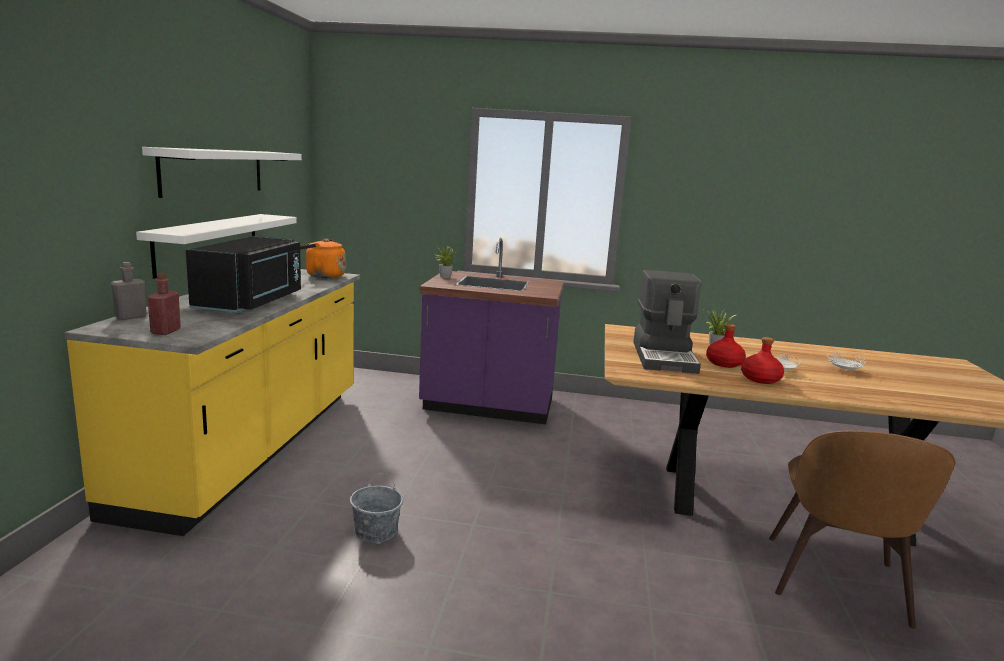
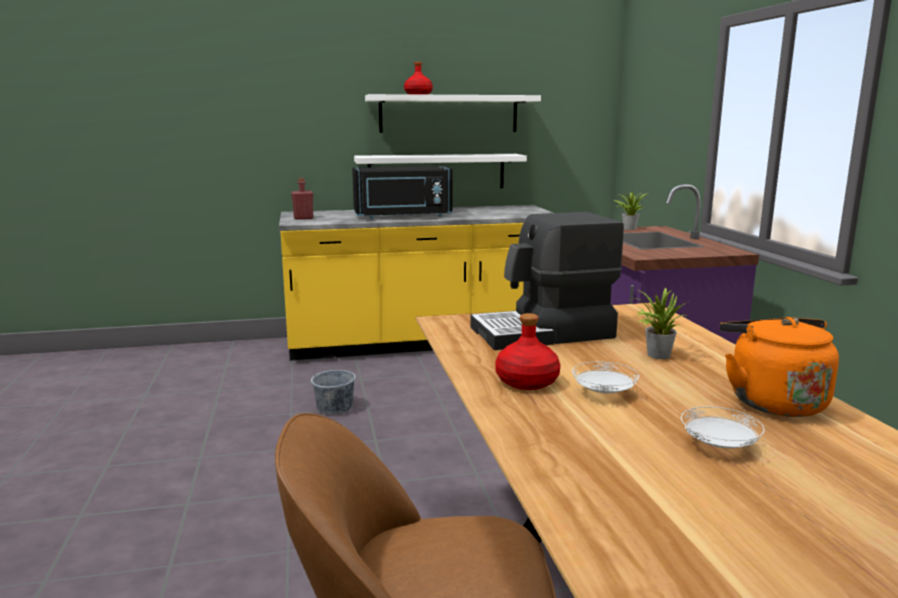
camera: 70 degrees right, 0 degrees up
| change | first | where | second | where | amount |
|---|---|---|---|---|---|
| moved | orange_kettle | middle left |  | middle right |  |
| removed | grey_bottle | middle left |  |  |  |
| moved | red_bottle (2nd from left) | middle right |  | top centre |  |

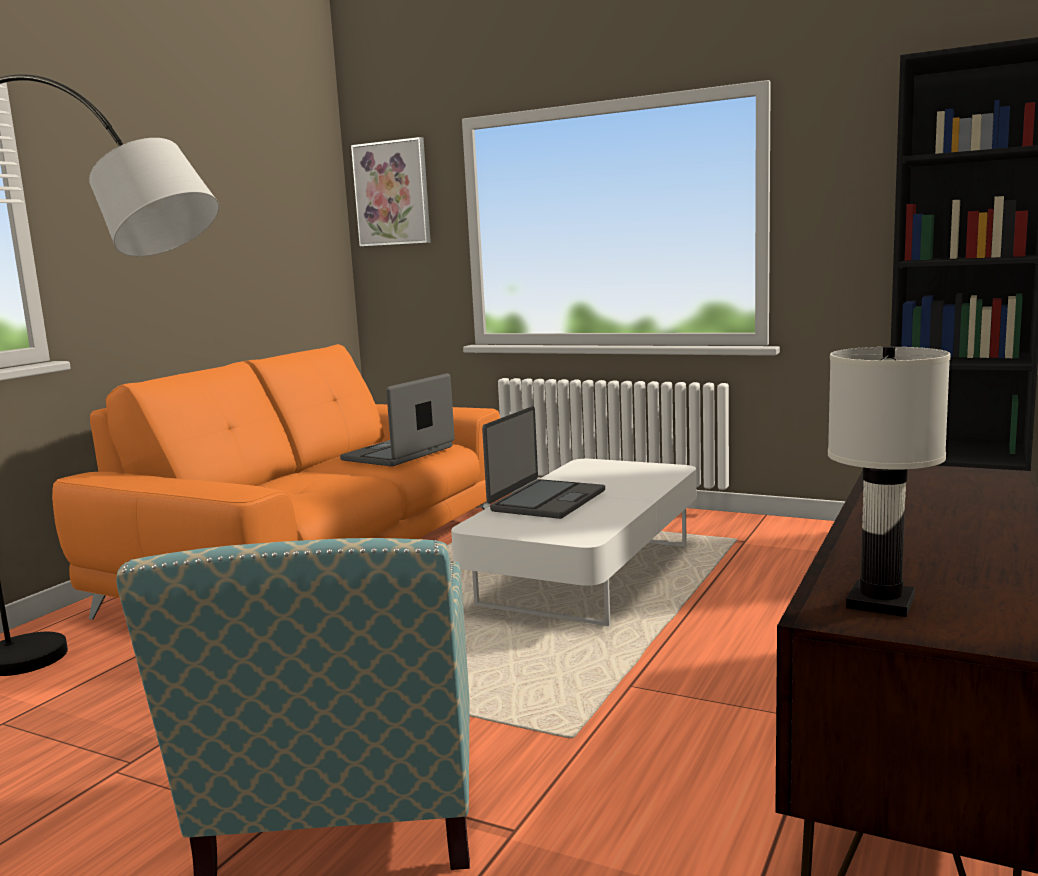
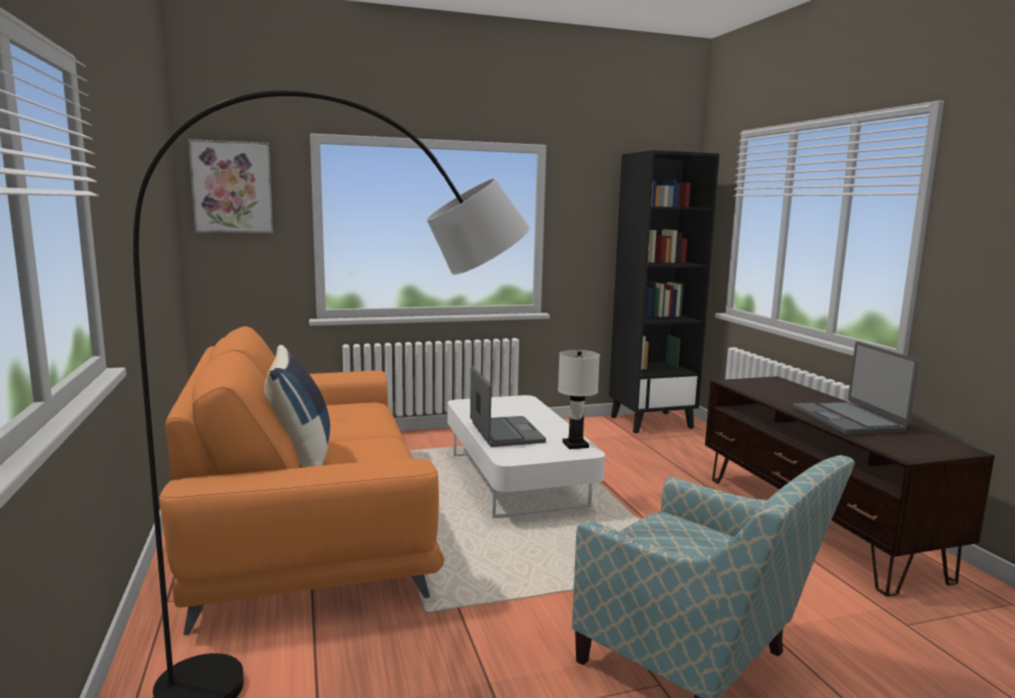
camera: 45 degrees left, 0 degrees up
| change | first | where | second | where | amount |
|---|---|---|---|---|---|
| moved | white_table_lamp | middle right |  | centre |  |
| moved | laptop (1st from left in the first image) | centre | laptop (2nd from left) | middle right |  |
| added |  |  | blue_pillow | middle left |  |

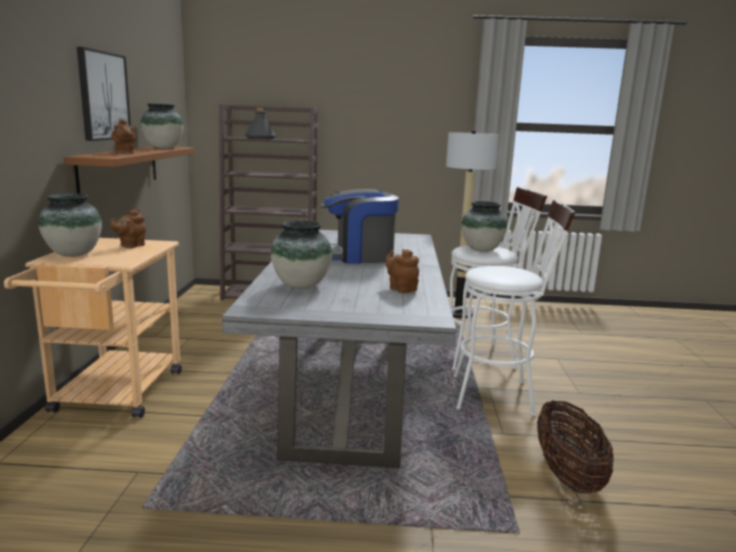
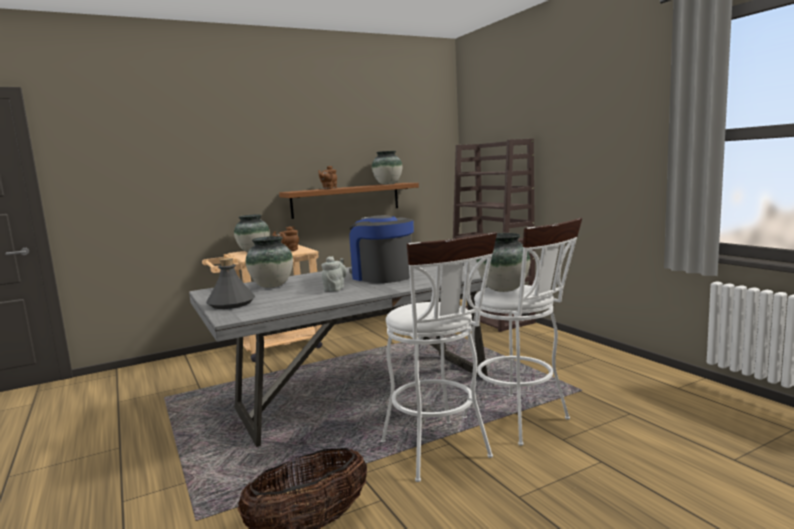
camera: 60 degrees right, 5 degrees down
| change | first | where | second | where | amount |
|---|---|---|---|---|---|
| removed | picture | top left |  |  |  |
| moved | grey_bottle | top centre |  | middle left |  |
| removed | floor_lamp | centre |  |  |  |
| removed | brown_teapot (3rd from left) | centre |  |  |  |
| added |  |  | grey_teapot | centre |  |

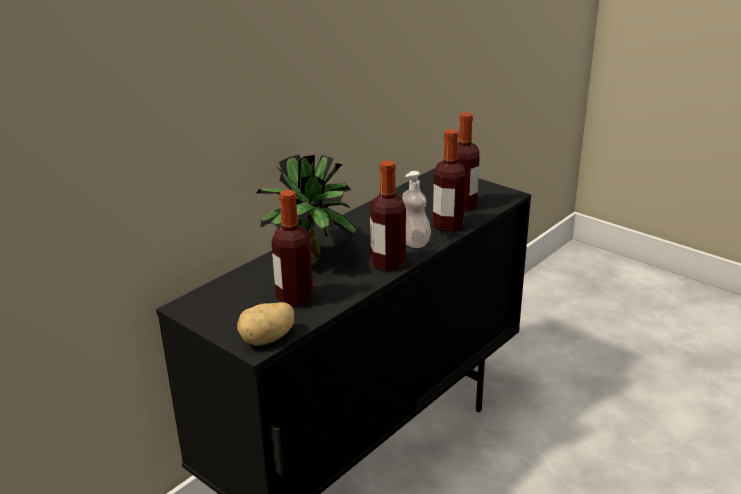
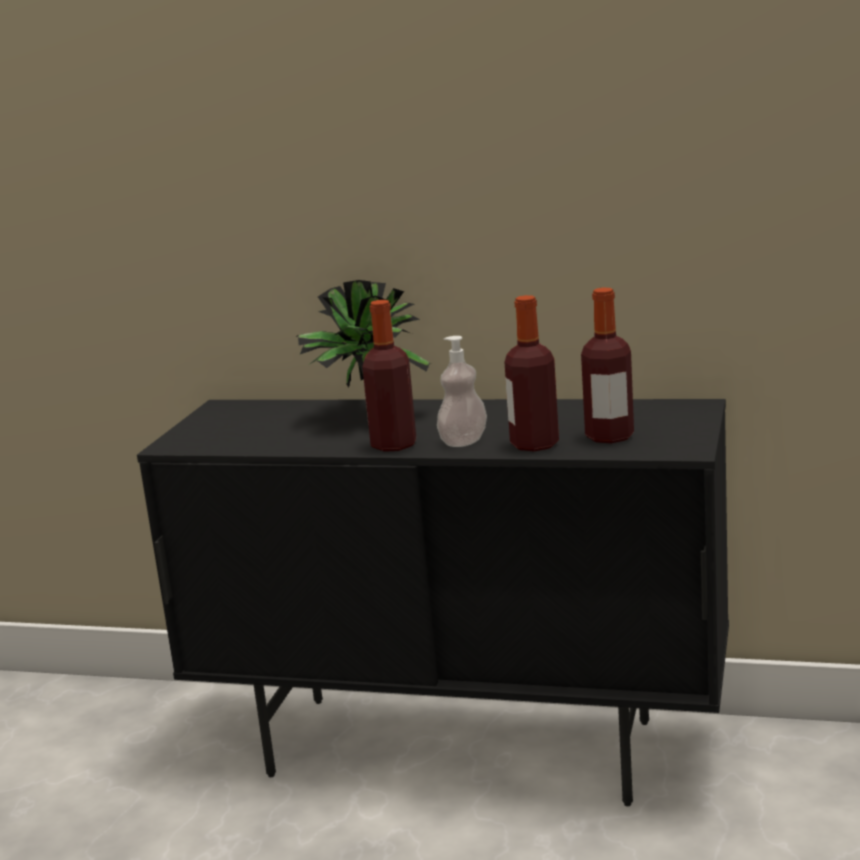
camera: 65 degrees right, 10 degrees down
| change | first | where | second | where | amount |
|---|---|---|---|---|---|
| removed | bottle (1st from left) | centre |  |  |  |
| removed | potato | centre |  |  |  |

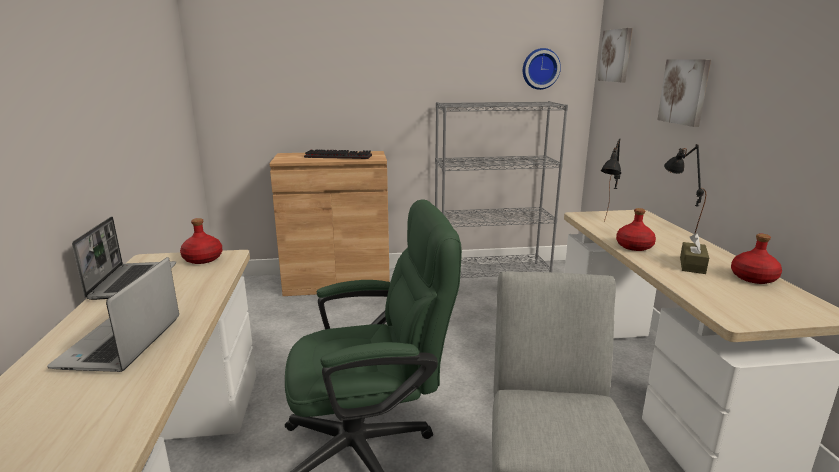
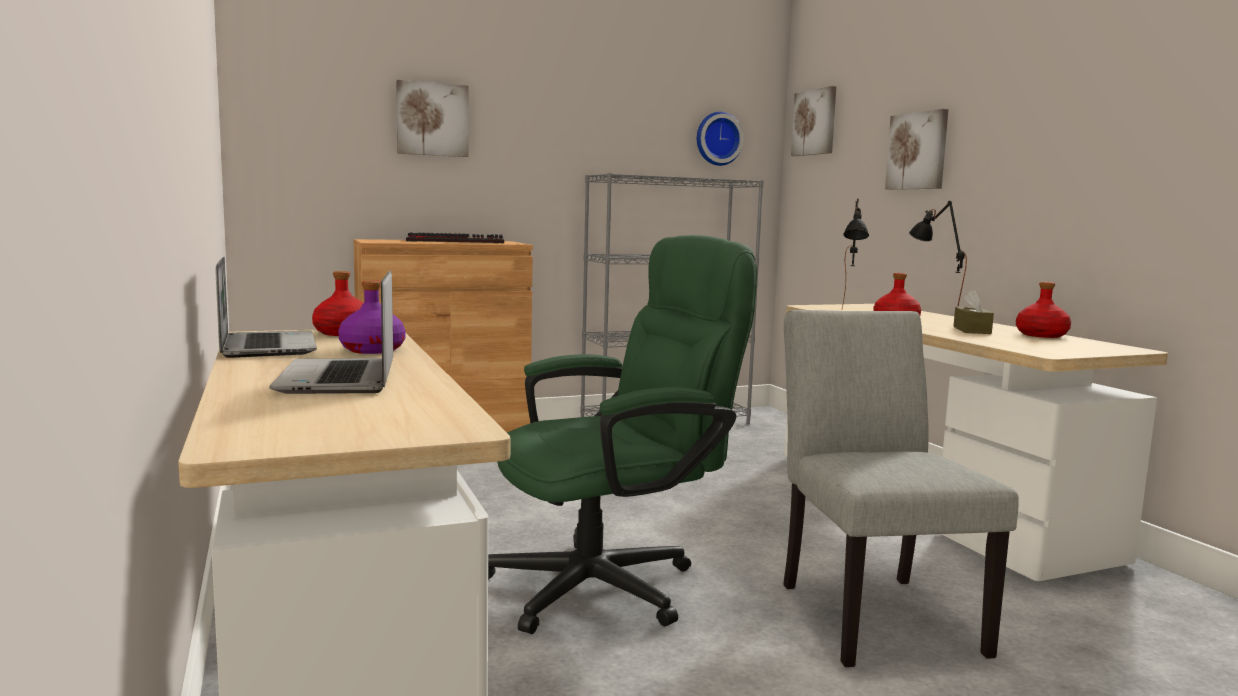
camera: 15 degrees left, 10 degrees down
| change | first | where | second | where | amount |
|---|---|---|---|---|---|
| added |  |  | picture (1st from left) | top centre |  |
| added |  |  | purple_bottle | middle left |  |

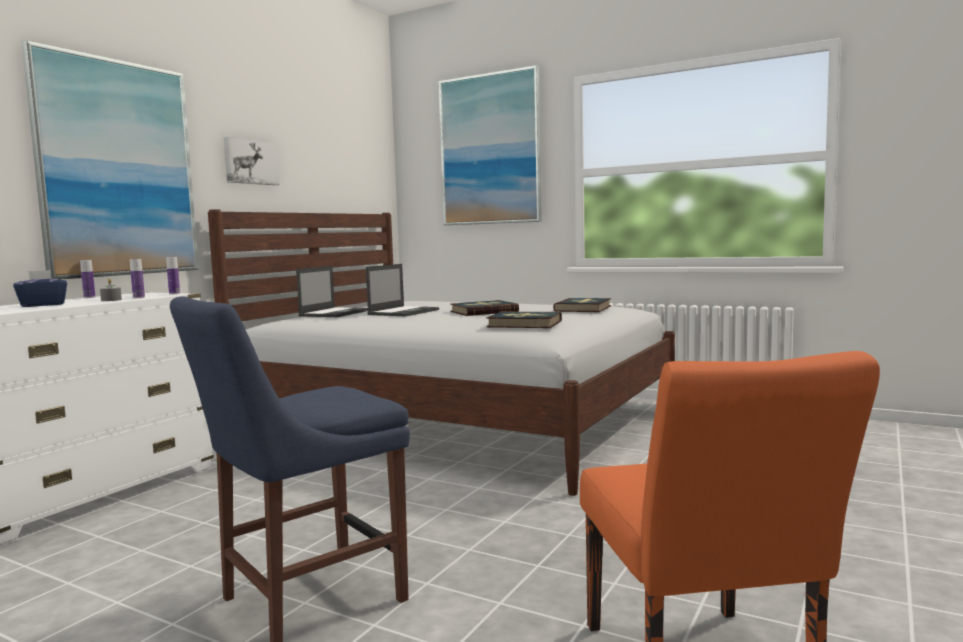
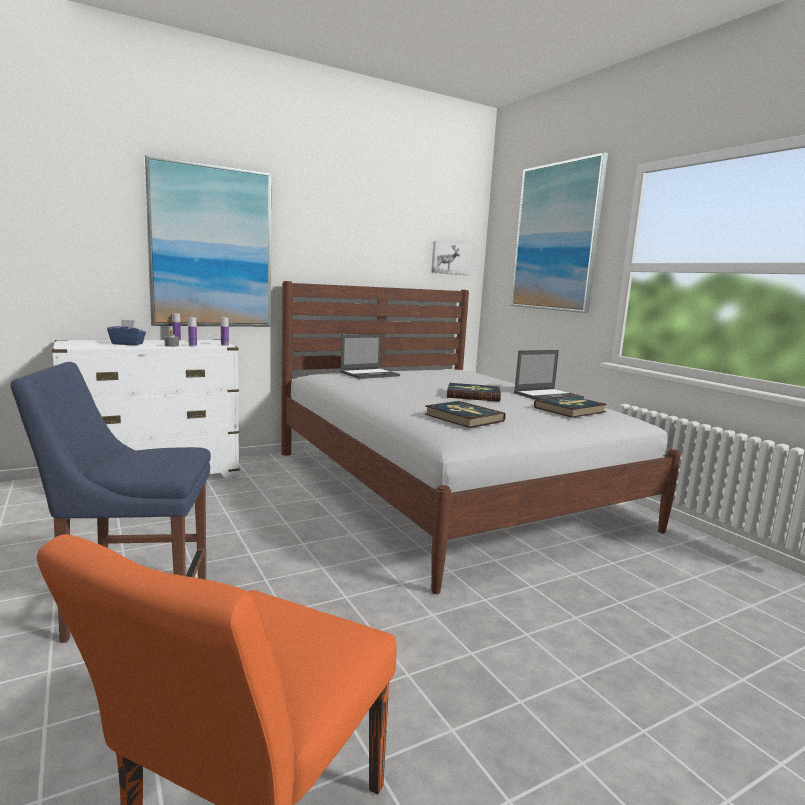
camera: 30 degrees right, 5 degrees up
| change | first | where | second | where | amount |
|---|---|---|---|---|---|
| moved | picture (2nd from left) | top left |  | top centre |  |
| moved | laptop (2nd from left) | centre |  | middle right |  |

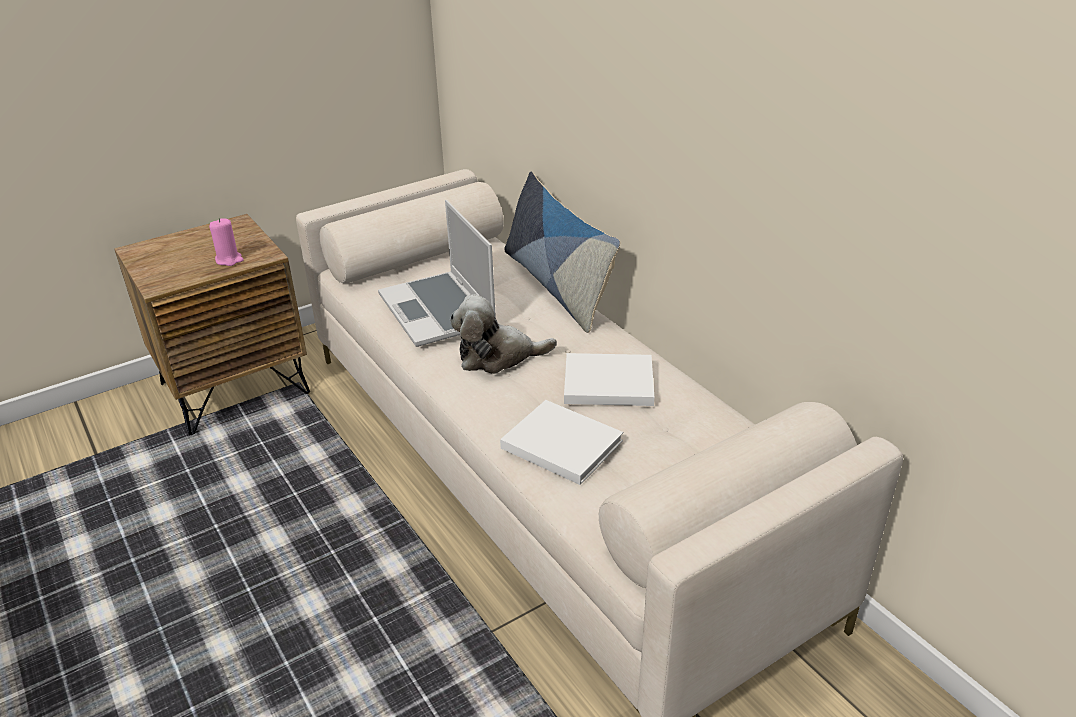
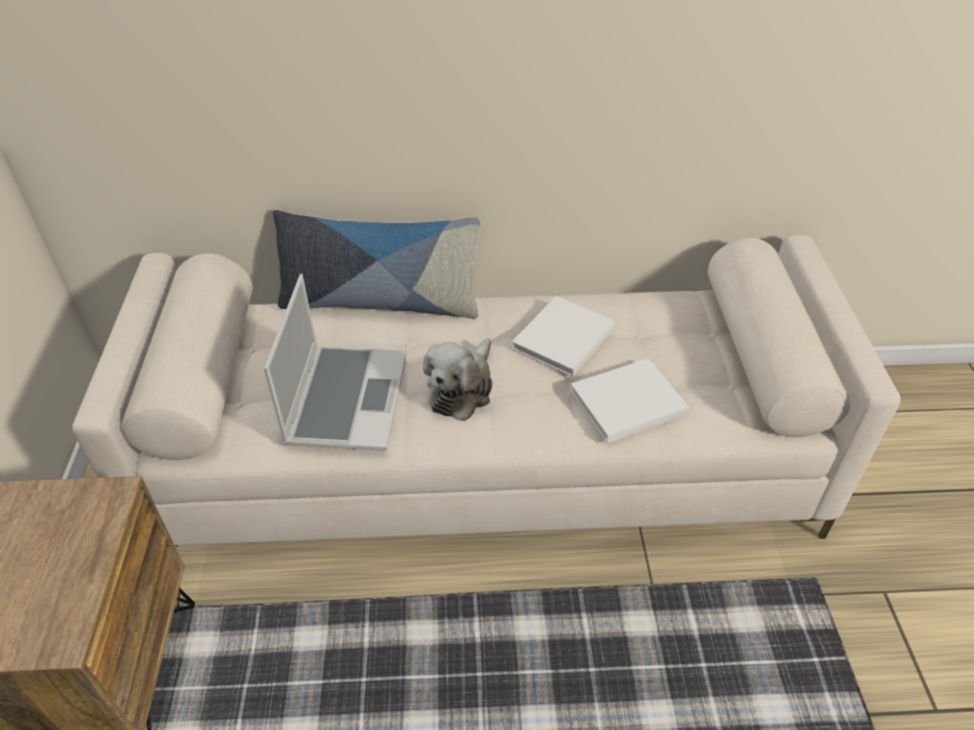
camera: 60 degrees left, 10 degrees up
| change | first | where | second | where | amount |
|---|---|---|---|---|---|
| turned | laptop | centre |  | centre | 90 degrees counterclockwise |
| removed | pink_candle | middle left |  |  |  |

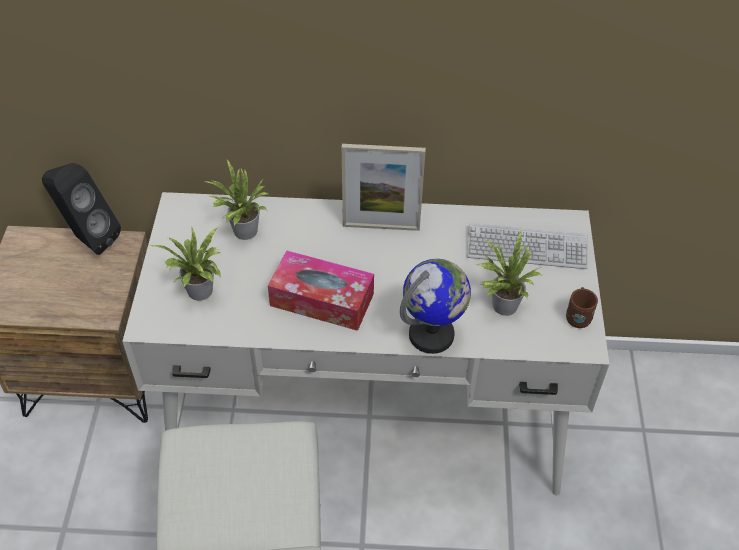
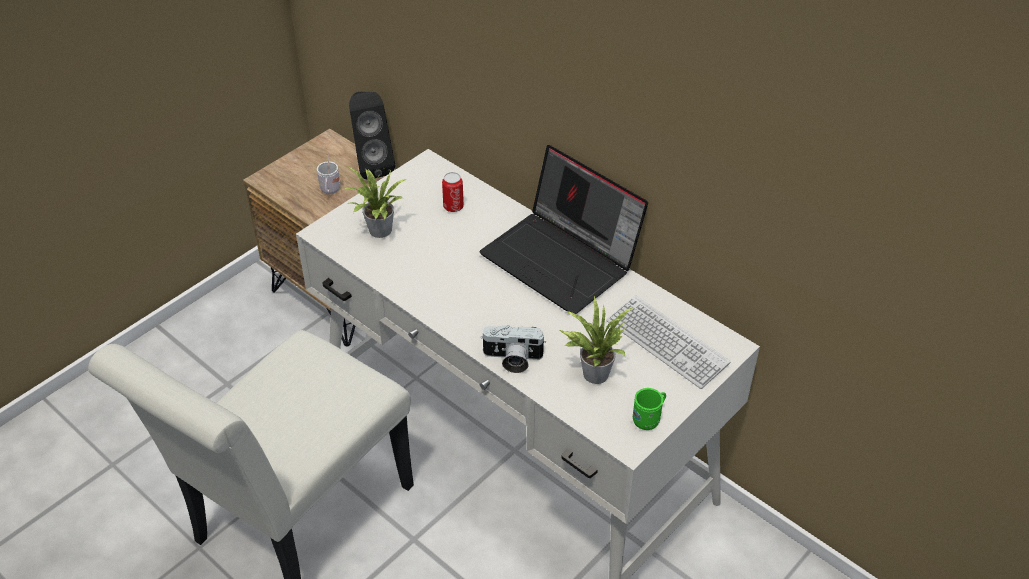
camera: 40 degrees right, 5 degrees down
| change | first | where | second | where | amount |
|---|---|---|---|---|---|
| replaced | picture_frame | centre | laptop | centre |  |
| replaced | potted_plant (2nd from left) | middle left | can | top centre |  |
| removed | tissue_box | centre |  |  |  |
| replaced | globe | centre | photo_camera | centre |  |
| recoloured | brown_mug | middle right | green_mug | bottom centre |  |
| added |  |  | white_mug | top left |  |

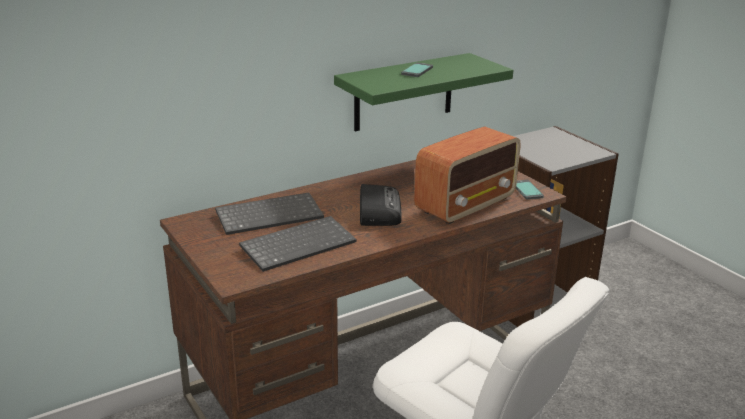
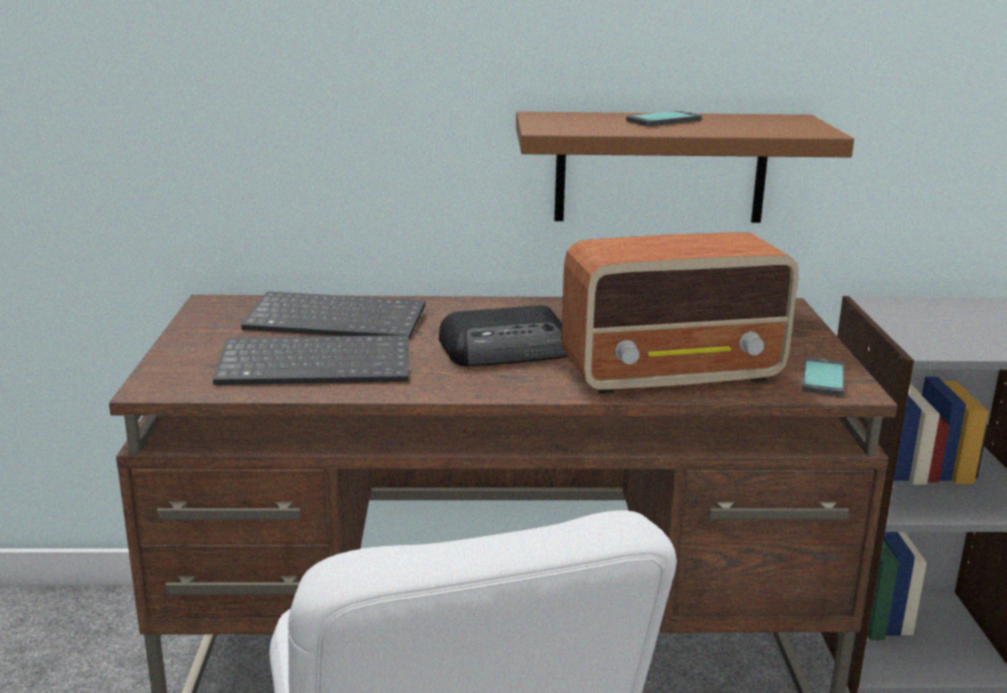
camera: 30 degrees right, 5 degrees down
| change | first | where | second | where | amount |
|---|---|---|---|---|---|
| recoloured | green_shelf | top centre | brown_shelf | top right |  |
| turned | radio (1st from left) | centre |  | centre | 45 degrees clockwise |

